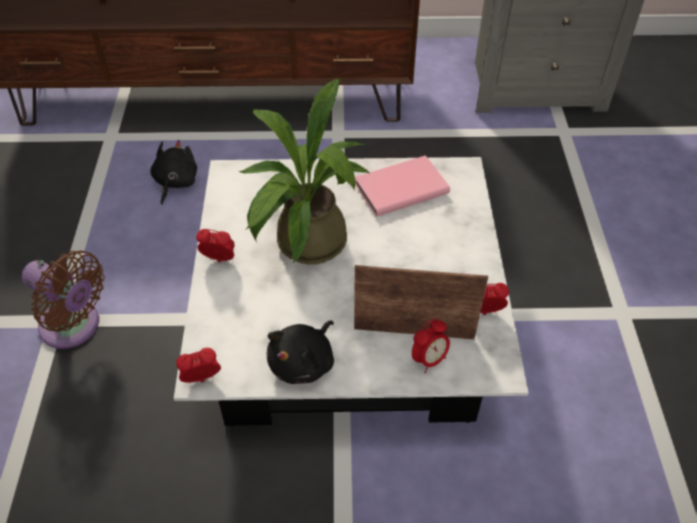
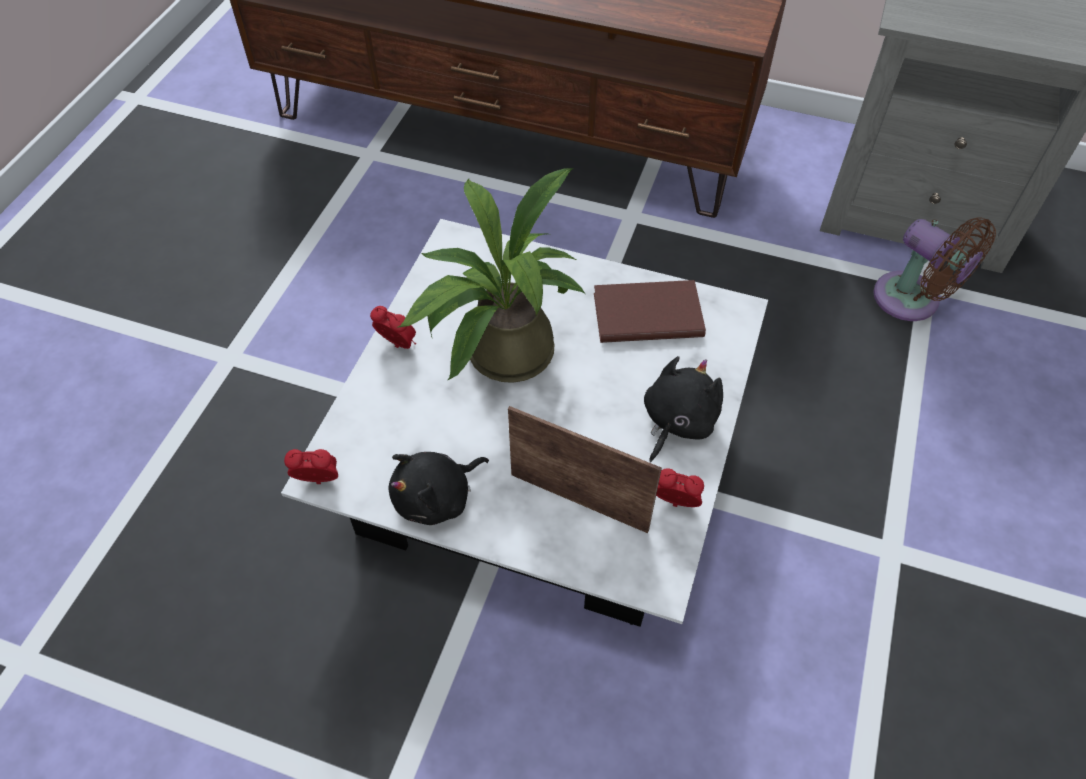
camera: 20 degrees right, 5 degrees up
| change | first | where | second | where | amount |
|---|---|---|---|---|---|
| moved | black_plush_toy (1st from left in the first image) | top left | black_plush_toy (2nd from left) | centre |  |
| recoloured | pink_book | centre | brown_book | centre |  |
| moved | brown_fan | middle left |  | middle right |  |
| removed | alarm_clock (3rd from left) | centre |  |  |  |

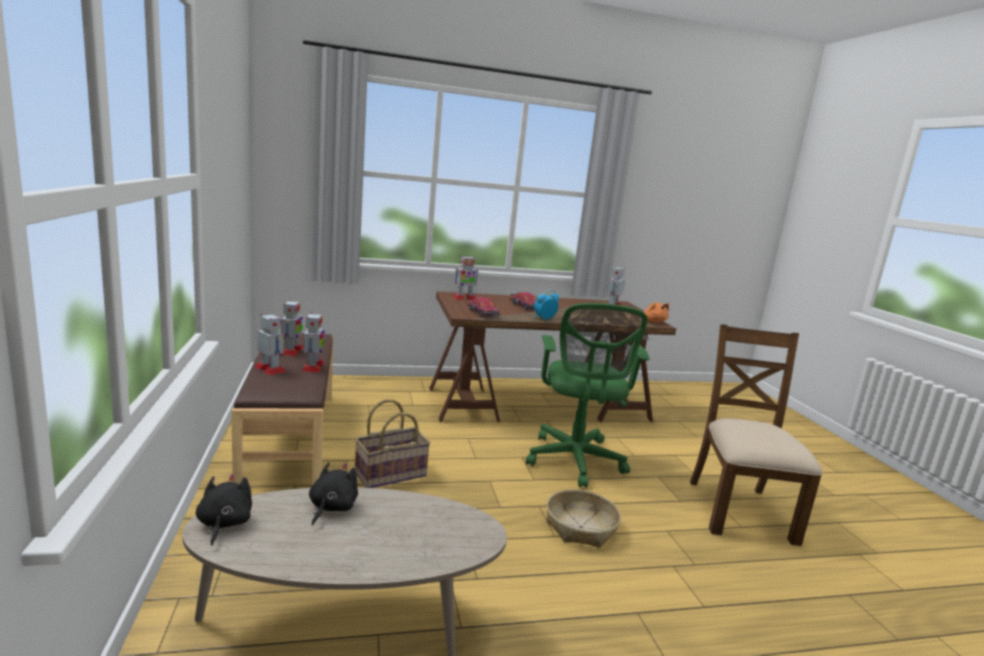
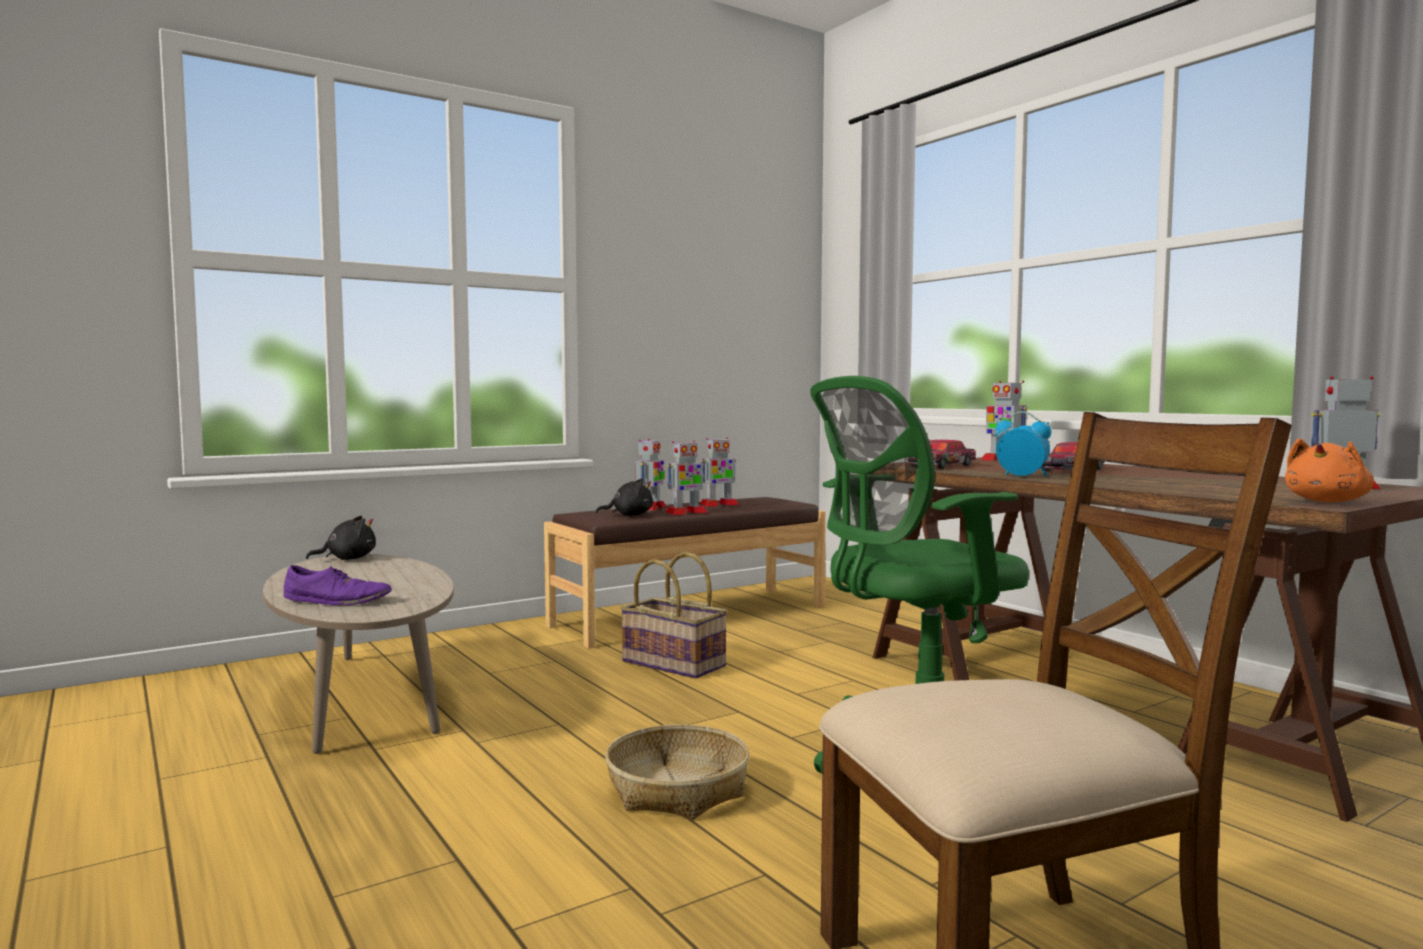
camera: 70 degrees right, 10 degrees down
| change | first | where | second | where | amount |
|---|---|---|---|---|---|
| moved | black_plush_toy (2nd from left) | bottom centre |  | centre |  |
| added |  |  | purple_shoe | middle left |  |

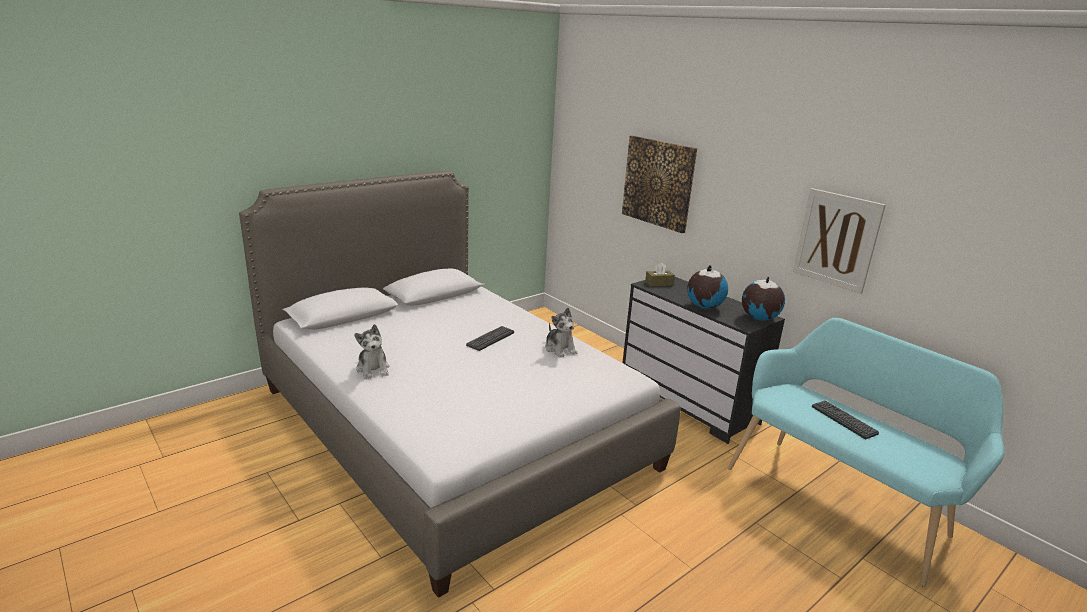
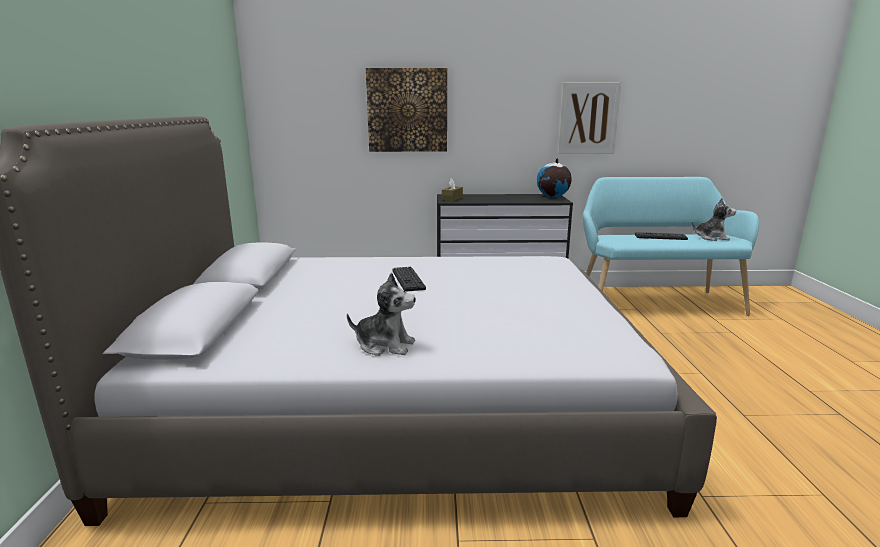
camera: 50 degrees left, 5 degrees down
| change | first | where | second | where | amount |
|---|---|---|---|---|---|
| removed | globe (1st from left) | centre |  |  |  |
| moved | plush_toy (2nd from left) | centre |  | middle right |  |

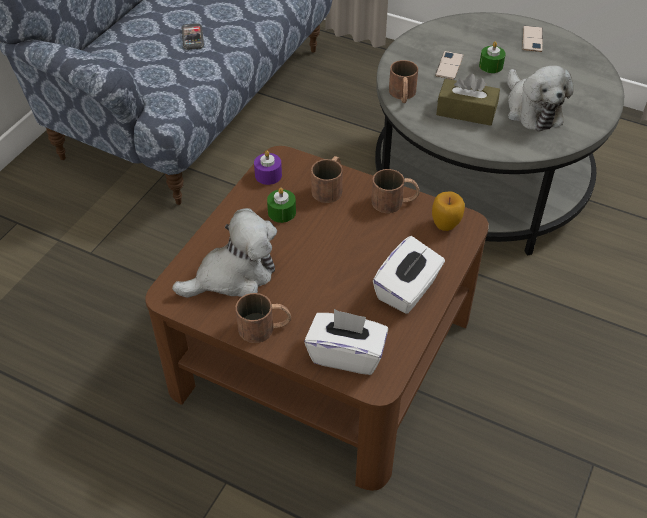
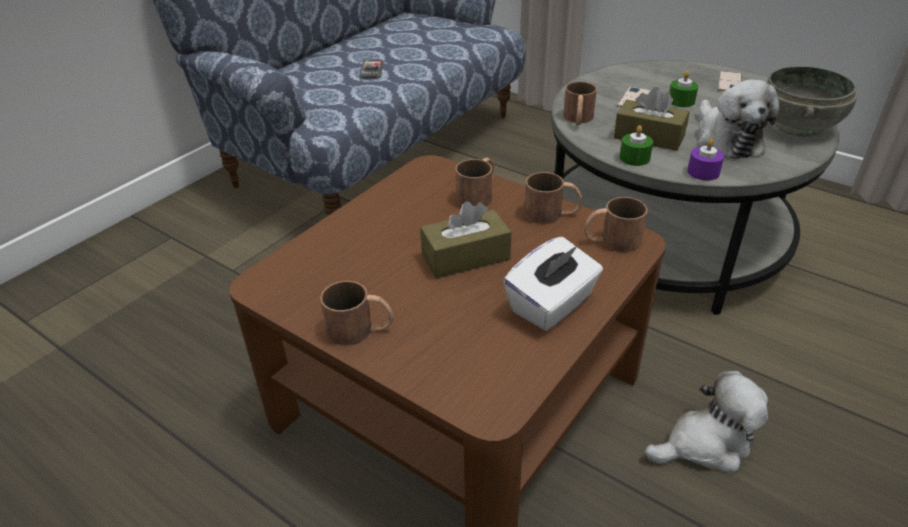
camera: 10 degrees right, 10 degrees down
| change | first | where | second | where | amount |
|---|---|---|---|---|---|
| moved | purple_candle | top centre |  | top right |  |
| moved | green_candle (1st from left) | centre |  | top right |  |
| replaced | apple | middle right | brown_mug (5th from left) | middle right |  |
| moved | plush_toy (1st from left) | centre |  | bottom right |  |
| removed | white_tissue_box (1st from left) | centre |  |  |  |
| added |  |  | grey_bowl | top right |  |
| added |  |  | brown_tissue_box (1st from left) | centre |  |

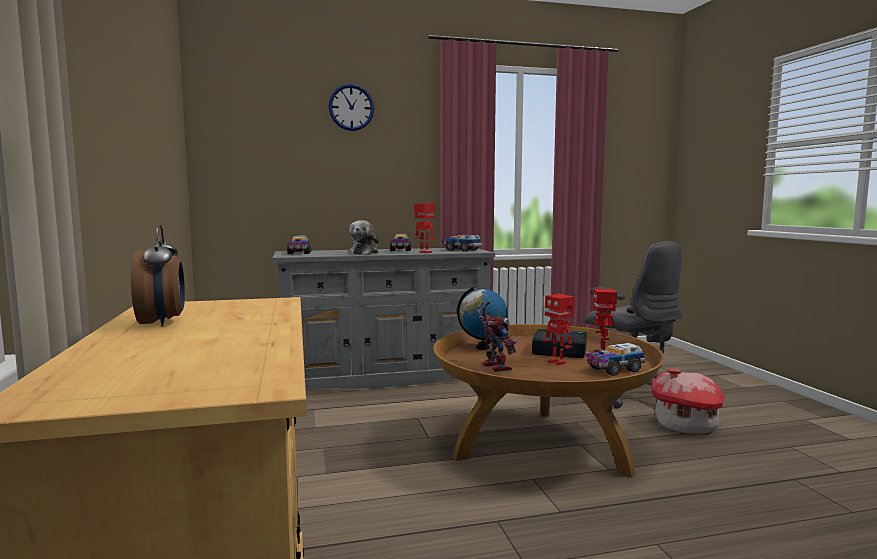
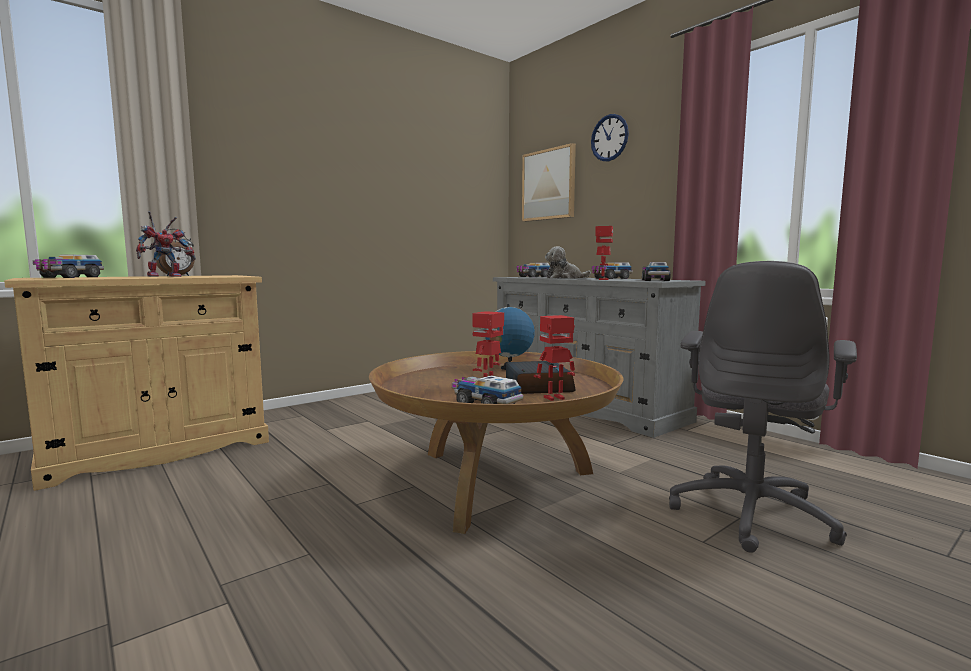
camera: 65 degrees right, 0 degrees up
| change | first | where | second | where | amount |
|---|---|---|---|---|---|
| moved | toy_robot (2nd from left in the first image) | centre | toy_robot (1st from left) | middle left |  |
| removed | toy_house | bottom right |  |  |  |
| added |  |  | picture | top centre |  |
| added |  |  | toy_truck (1st from left) | middle left |  |

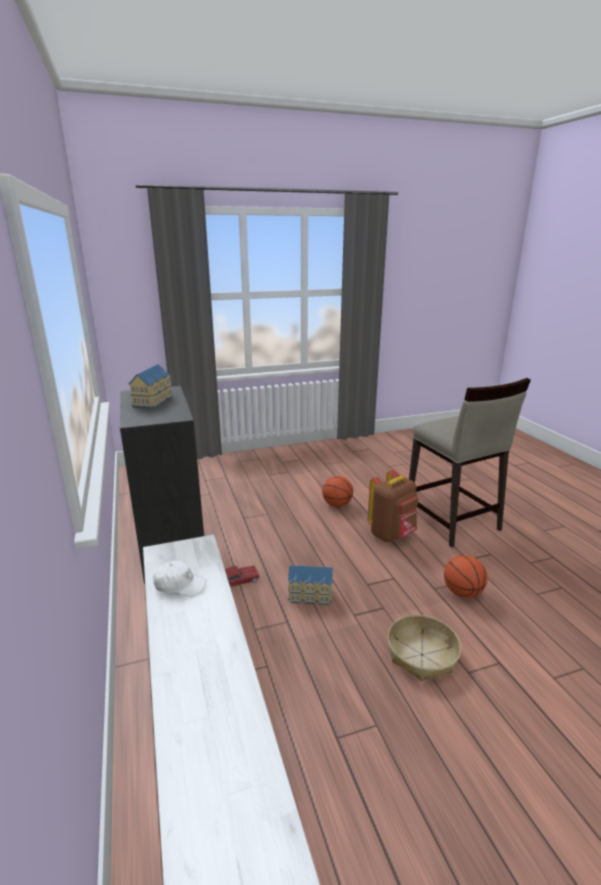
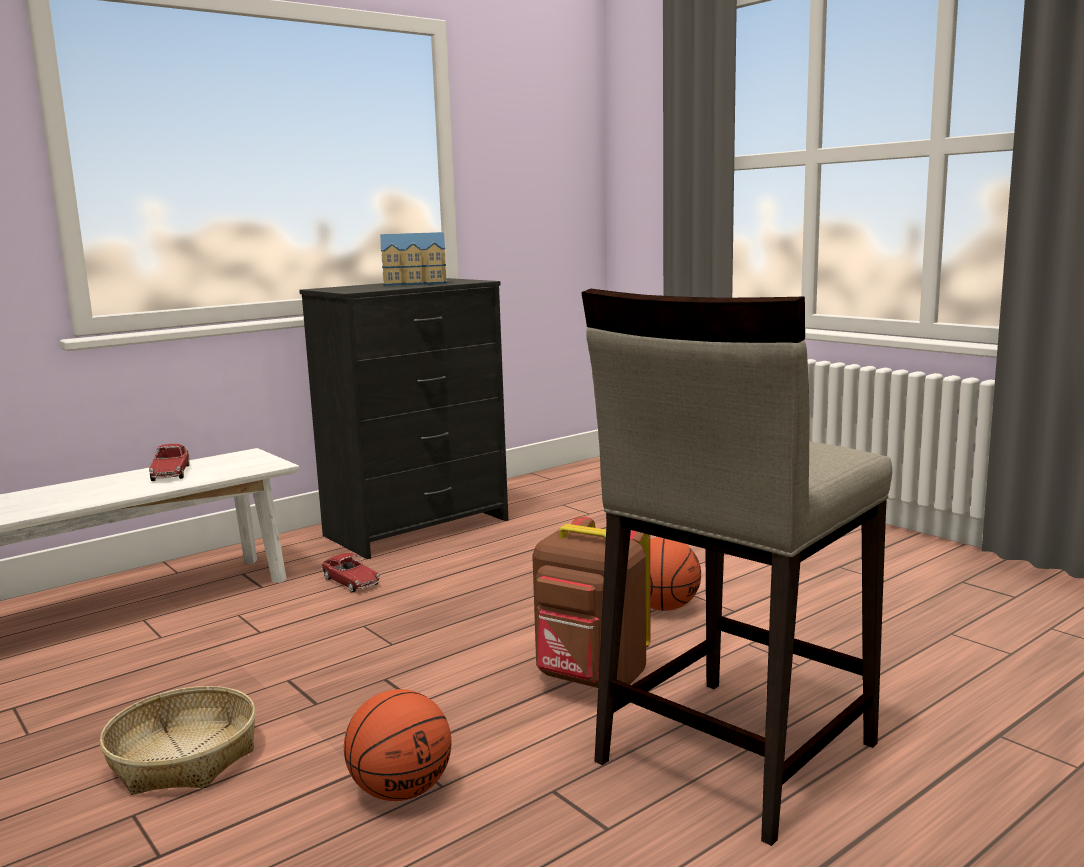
camera: 70 degrees right, 10 degrees down
| change | first | where | second | where | amount |
|---|---|---|---|---|---|
| replaced | white_cap | middle left | toy_car (1st from left) | middle left |  |
| removed | toy_house (2nd from left) | centre |  |  |  |

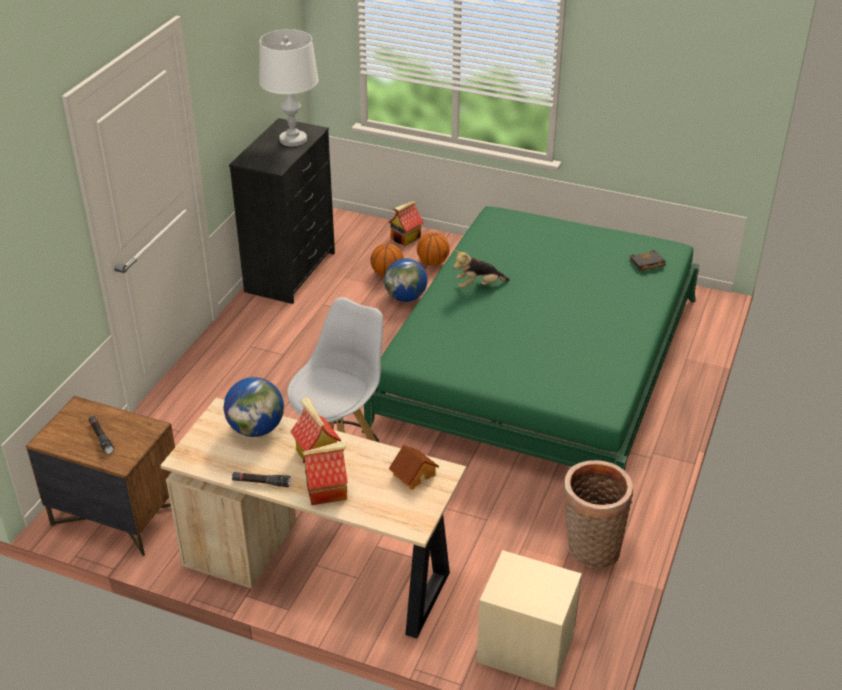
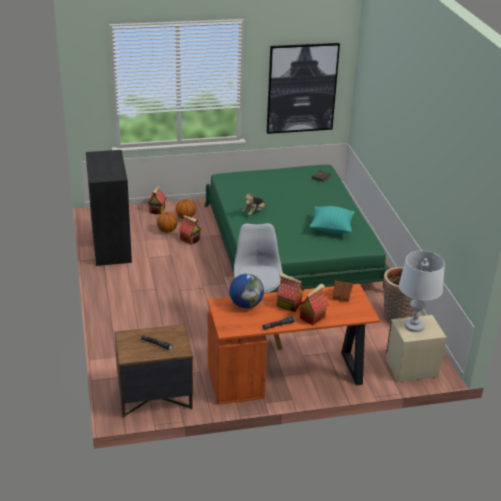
camera: 35 degrees left, 5 degrees down
| change | first | where | second | where | amount |
|---|---|---|---|---|---|
| moved | white_table_lamp | top centre |  | middle right |  |
| replaced | globe (2nd from left) | centre | toy_house (2nd from left) | centre |  |
| recoloured | beige_desk | bottom centre | orange_desk | bottom centre |  |
| added |  |  | picture | top centre |  |
| added |  |  | turquoise_pillow | centre |  |

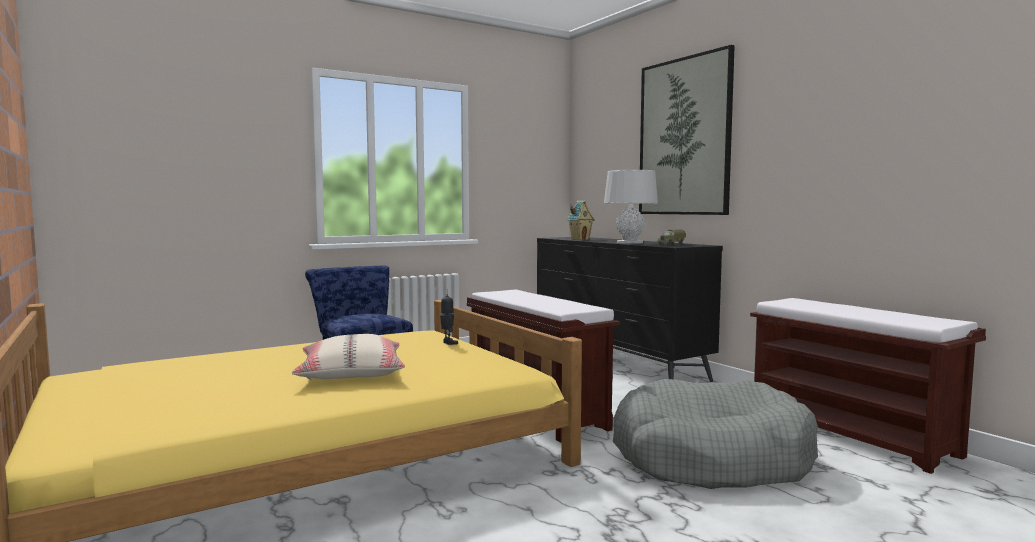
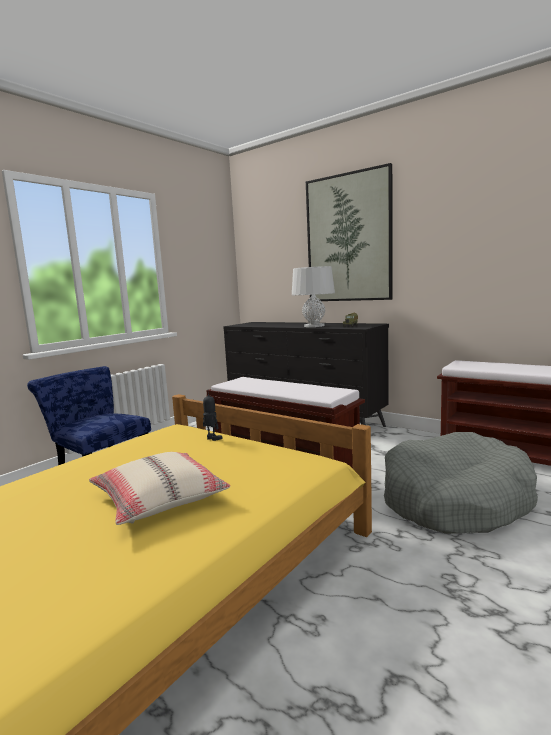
camera: 20 degrees left, 5 degrees up
| change | first | where | second | where | amount |
|---|---|---|---|---|---|
| removed | toy_house | centre |  |  |  |

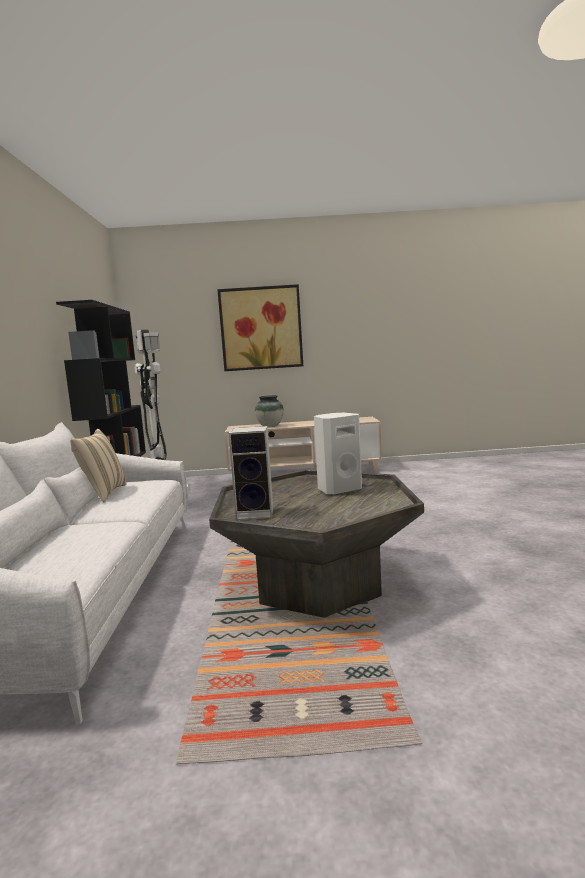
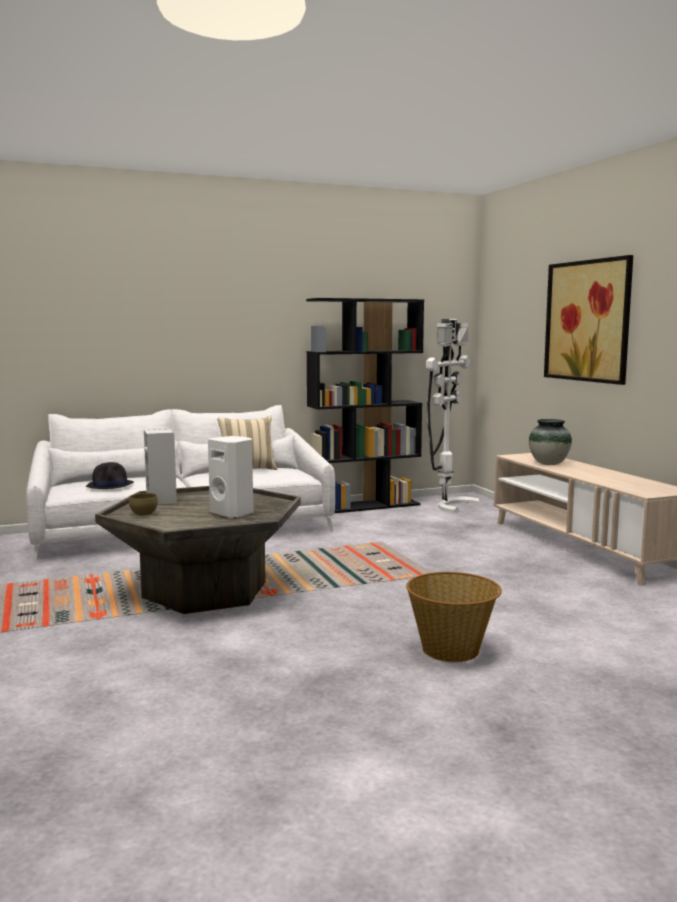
camera: 70 degrees right, 0 degrees up
| change | first | where | second | where | amount |
|---|---|---|---|---|---|
| added |  |  | black_hat | middle left |  |
| added |  |  | brown_bowl | middle left |  |
| added |  |  | basket | bottom right |  |

